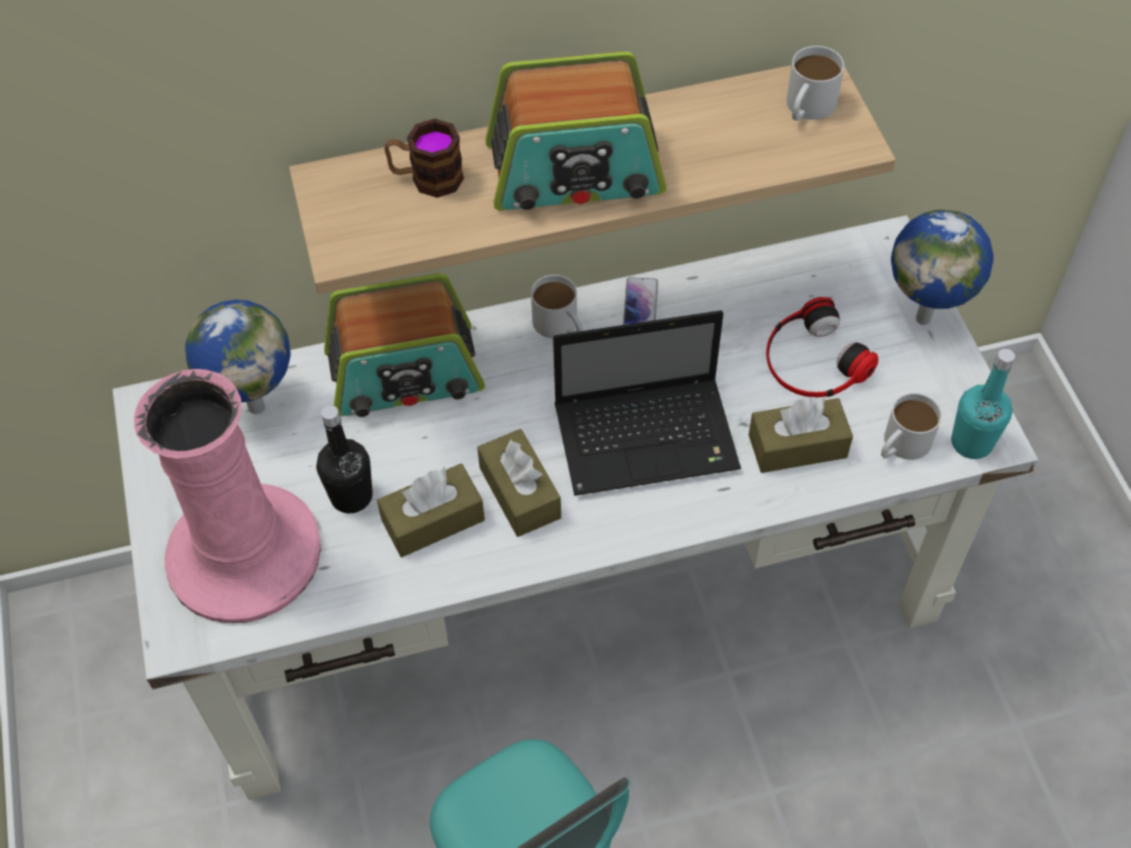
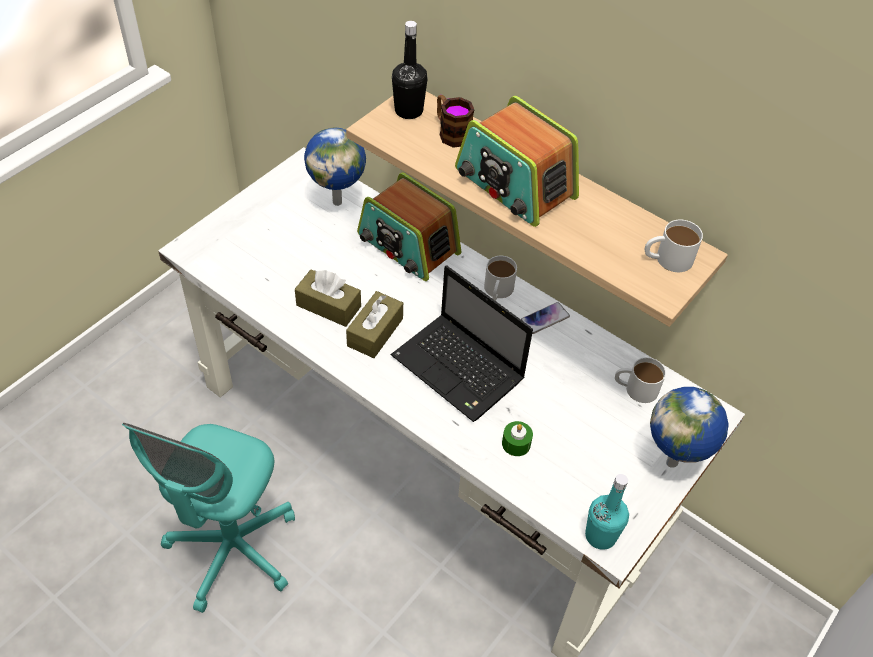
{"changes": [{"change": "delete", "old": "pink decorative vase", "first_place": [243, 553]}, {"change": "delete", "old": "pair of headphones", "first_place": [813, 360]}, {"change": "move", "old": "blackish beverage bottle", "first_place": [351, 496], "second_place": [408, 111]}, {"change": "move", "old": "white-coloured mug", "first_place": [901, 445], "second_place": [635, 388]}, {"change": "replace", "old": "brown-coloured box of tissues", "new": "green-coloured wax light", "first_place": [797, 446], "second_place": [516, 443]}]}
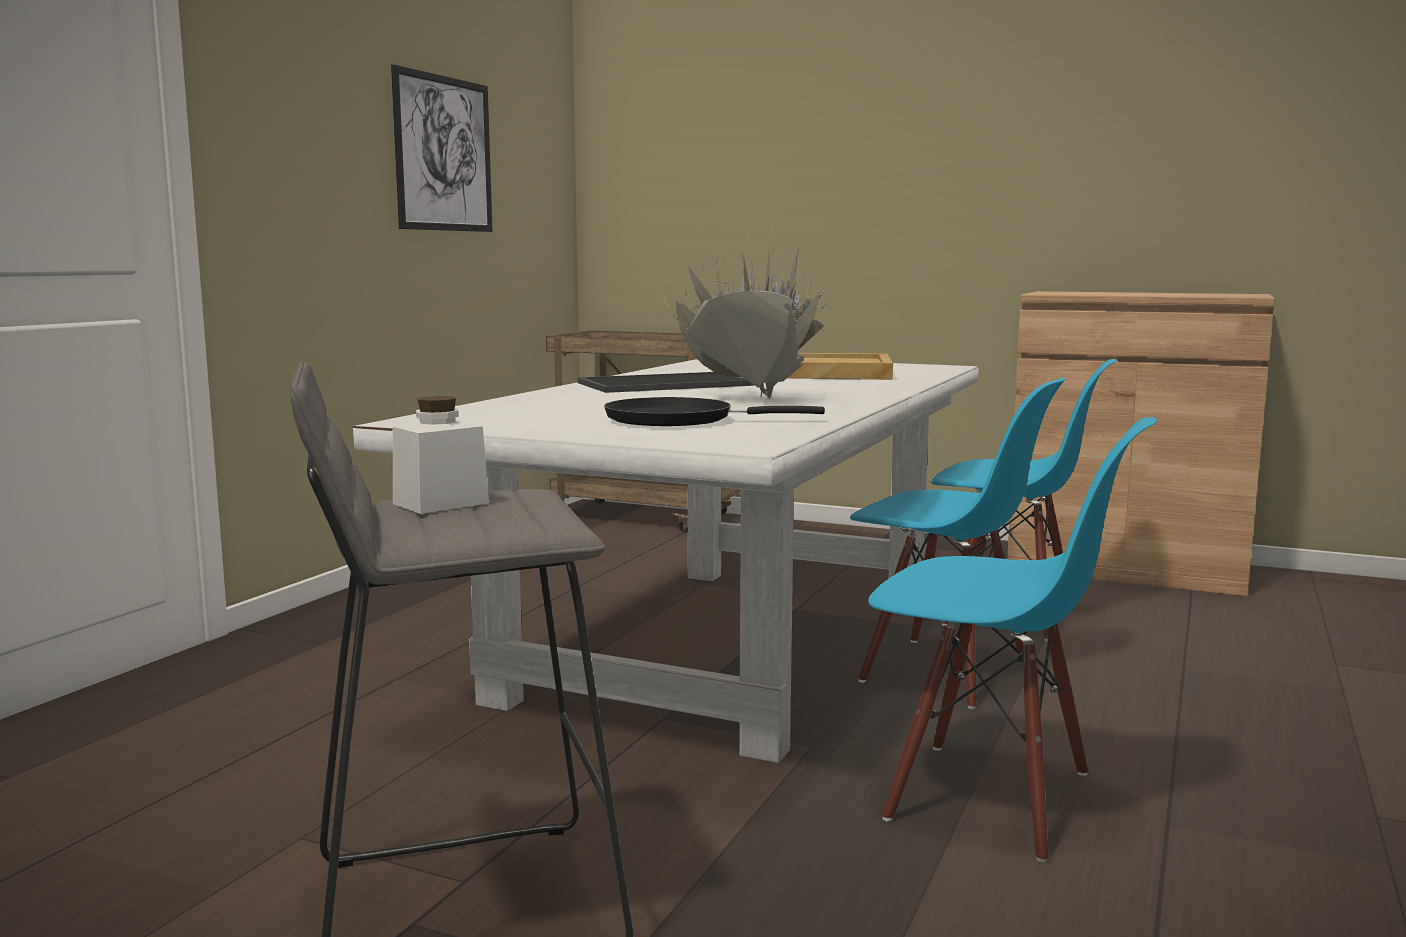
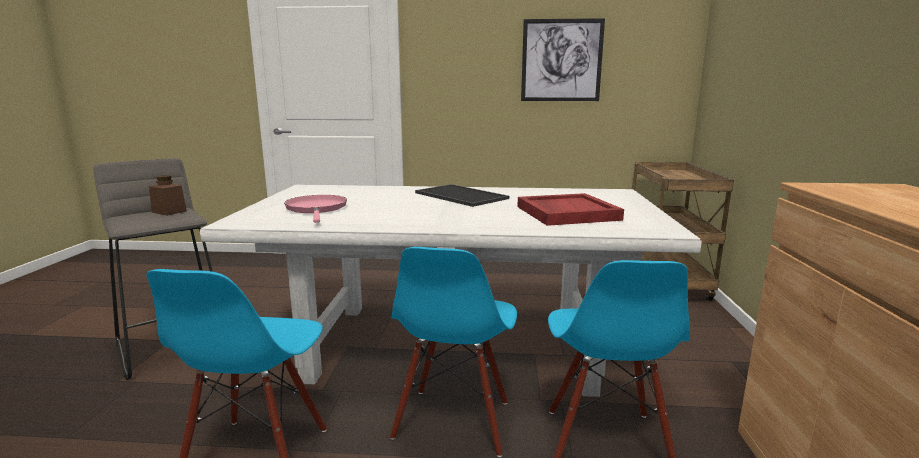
{"changes": [{"change": "delete", "old": "plant in a pot", "first_place": [749, 400]}, {"change": "recolor", "old": "white-coloured storage jar", "new": "brown-coloured storage jar", "first_place": [441, 503], "second_place": [169, 212]}, {"change": "recolor", "old": "blackish frying pan", "new": "pink frying pan", "first_place": [679, 420], "second_place": [316, 209]}, {"change": "recolor", "old": "beige-coloured carrying tray", "new": "red-coloured carrying tray", "first_place": [832, 373], "second_place": [566, 213]}]}
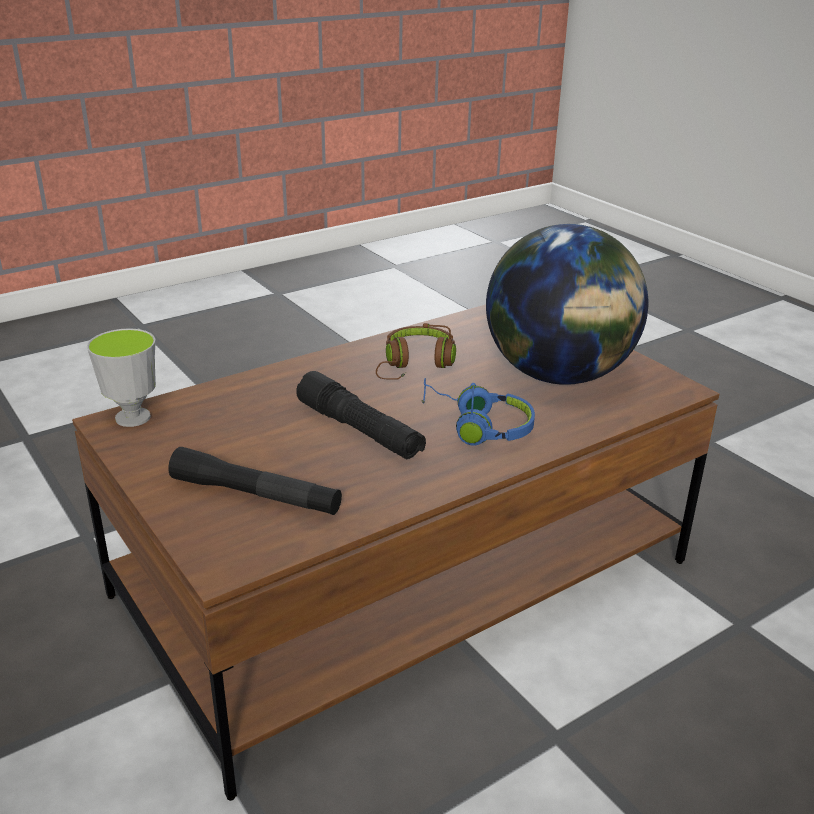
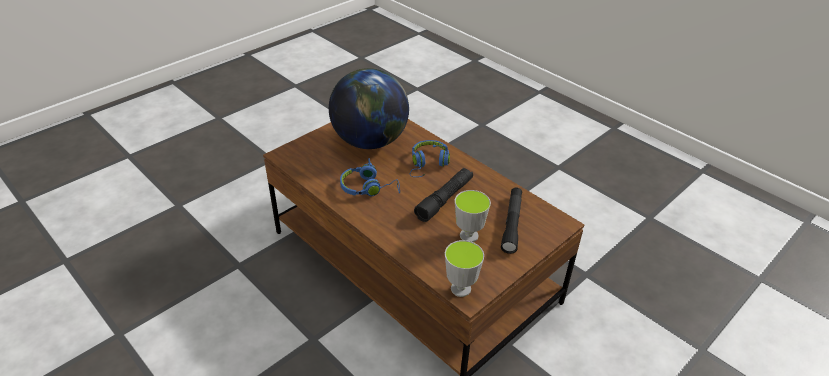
{"changes": [{"change": "insert", "new": "drinking cup", "second_place": [469, 235]}, {"change": "recolor", "old": "brown-coloured pair of headphones", "new": "blue-coloured pair of headphones", "first_place": [415, 365], "second_place": [369, 188]}]}
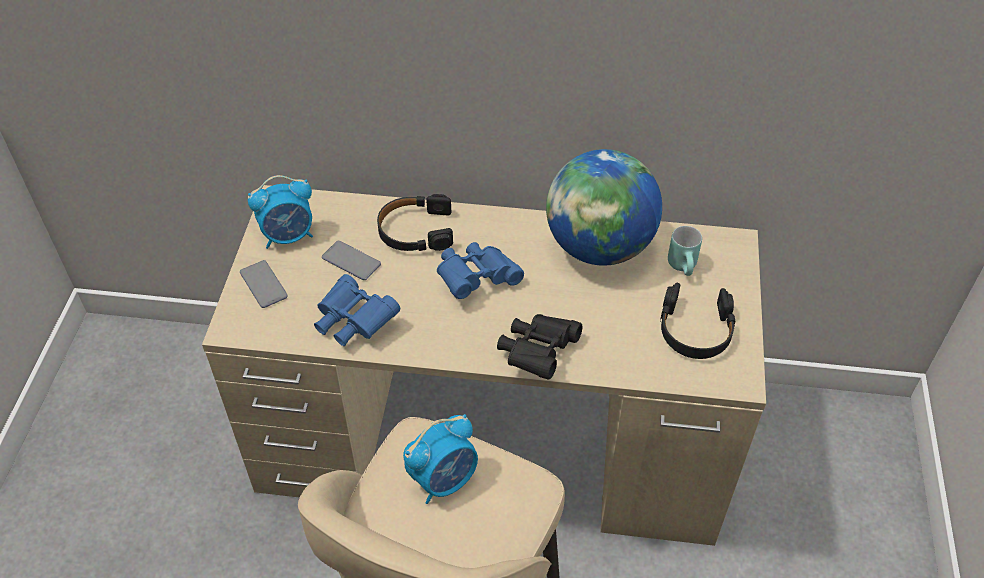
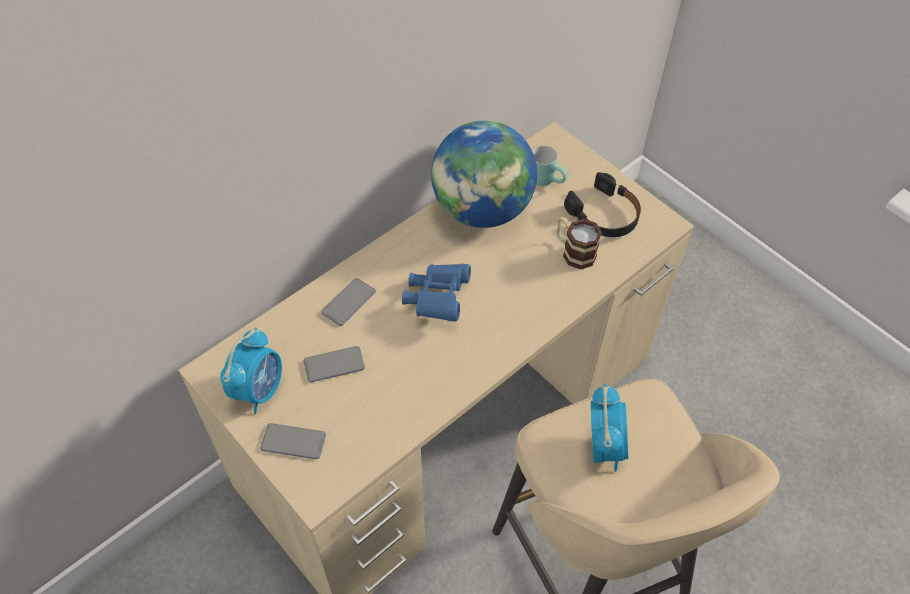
{"changes": [{"change": "delete", "old": "blue-coloured field glasses", "first_place": [353, 322]}, {"change": "delete", "old": "blackish field glasses", "first_place": [537, 352]}, {"change": "insert", "new": "mug", "second_place": [574, 251]}, {"change": "replace", "old": "blackish pair of headphones", "new": "phone", "first_place": [415, 231], "second_place": [349, 302]}]}
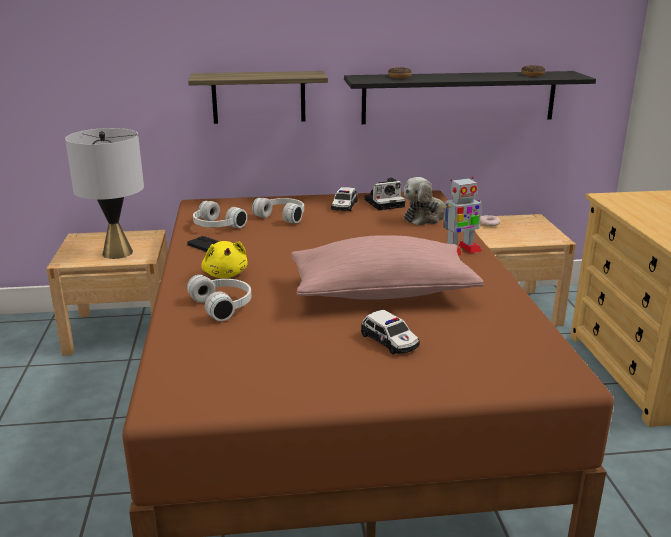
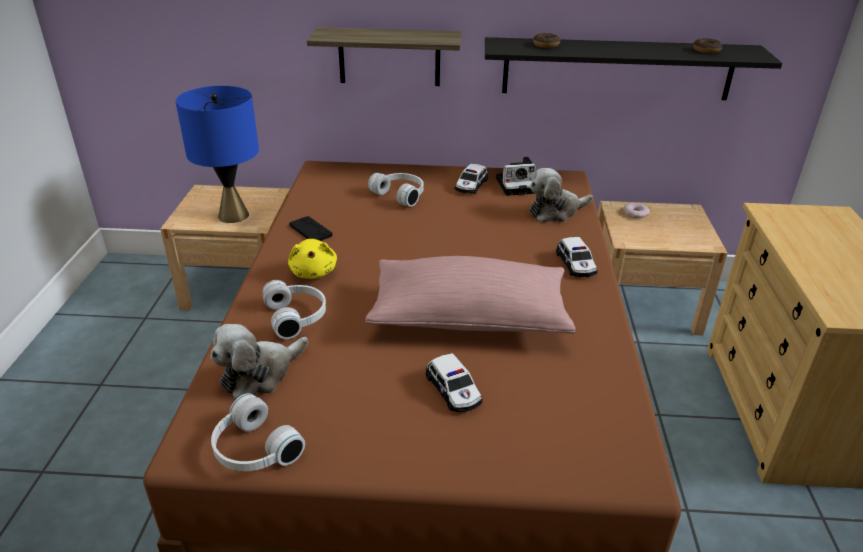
{"changes": [{"change": "insert", "new": "plush toy", "second_place": [260, 374]}, {"change": "move", "old": "white-coloured pair of headphones", "first_place": [215, 226], "second_place": [252, 450]}, {"change": "replace", "old": "toy robot", "new": "miniature car", "first_place": [459, 250], "second_place": [576, 264]}, {"change": "recolor", "old": "grey tabletop lamp", "new": "blue-coloured tabletop lamp", "first_place": [118, 253], "second_place": [234, 215]}]}
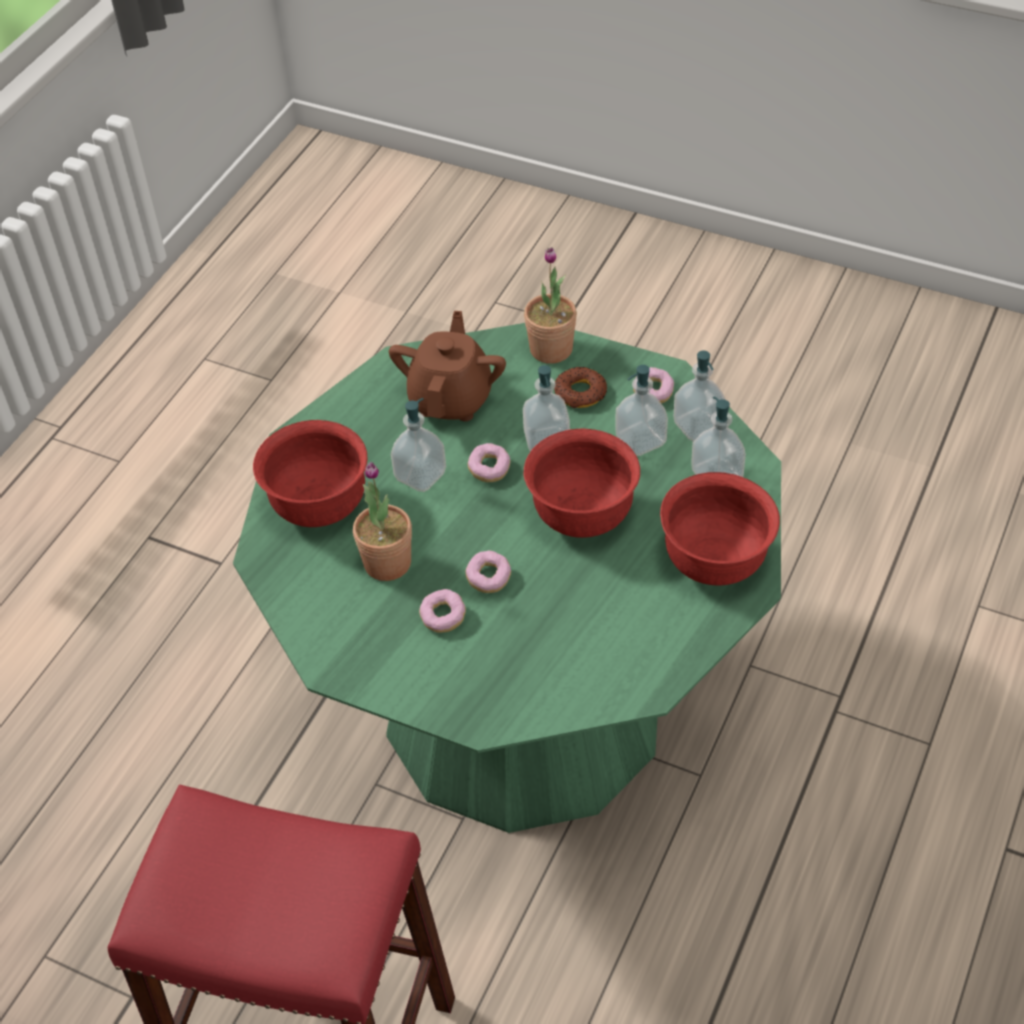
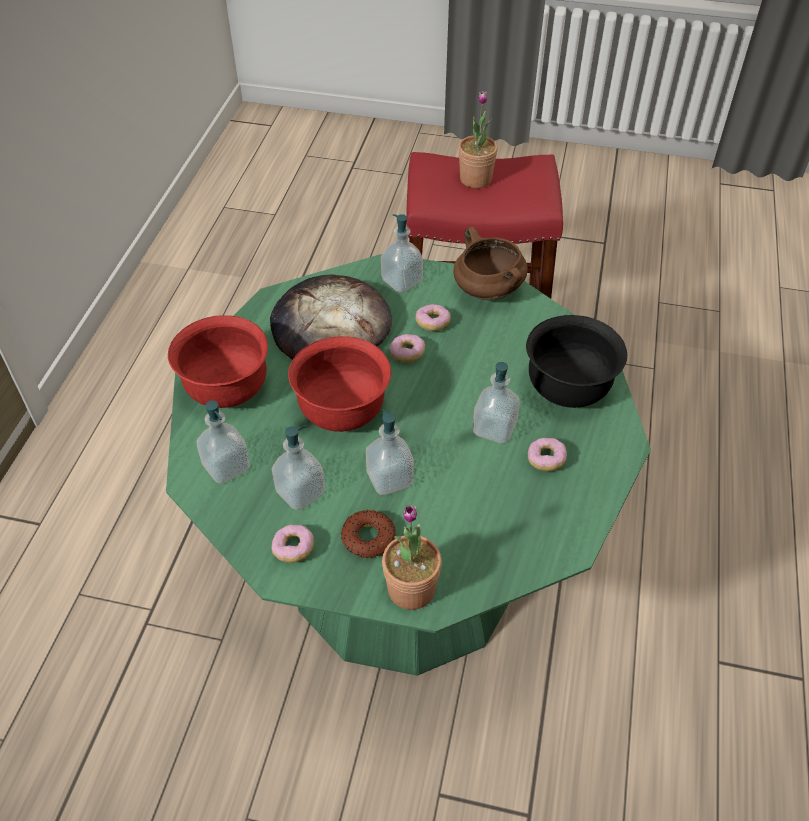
{"changes": [{"change": "delete", "old": "brown-coloured teapot", "first_place": [451, 399]}, {"change": "insert", "new": "baked bread", "second_place": [330, 325]}, {"change": "insert", "new": "brown-coloured stockpot", "second_place": [486, 290]}, {"change": "move", "old": "plant in a pot", "first_place": [387, 563], "second_place": [475, 179]}, {"change": "move", "old": "doughnut", "first_place": [489, 469], "second_place": [546, 460]}, {"change": "move", "old": "soap dispenser", "first_place": [698, 426], "second_place": [402, 281]}, {"change": "recolor", "old": "red-coloured deep dish", "new": "blackish deep dish", "first_place": [319, 506], "second_place": [568, 390]}]}
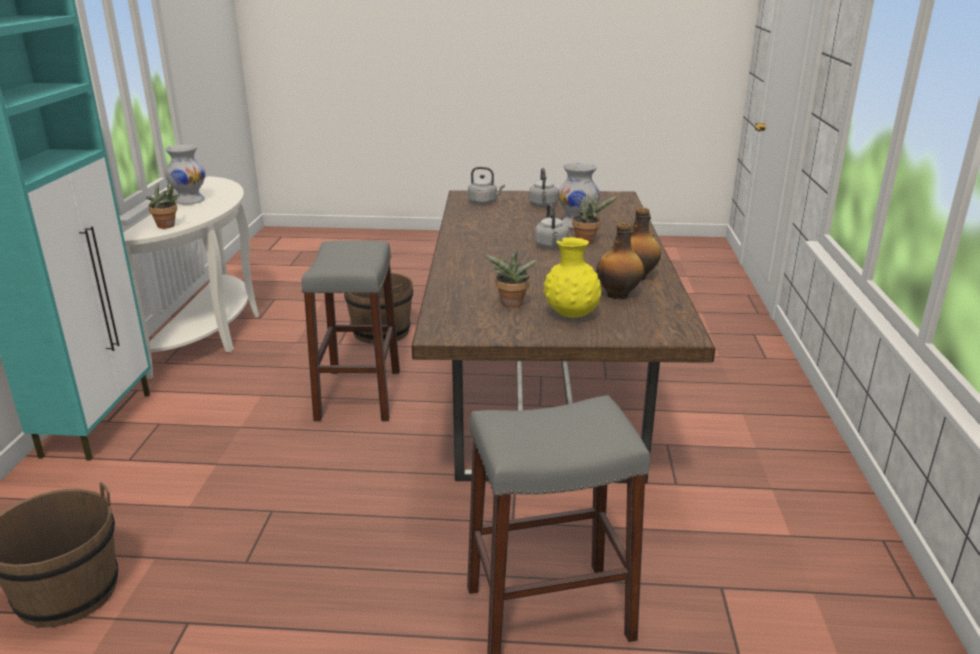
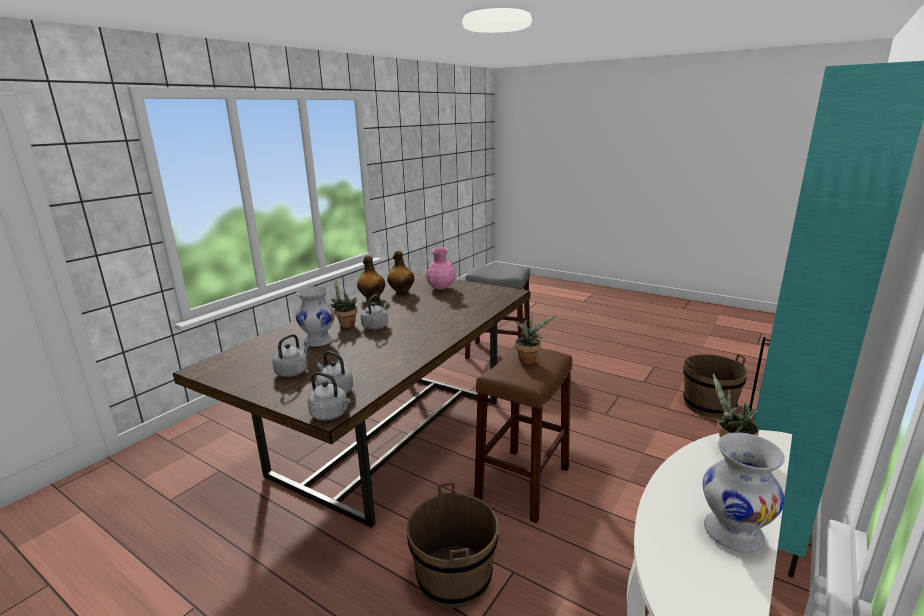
{"changes": [{"change": "insert", "new": "grey tea kettle", "second_place": [331, 414]}, {"change": "move", "old": "plant in a pot", "first_place": [511, 305], "second_place": [529, 360]}, {"change": "recolor", "old": "grey sitting stool", "new": "brown-coloured sitting stool", "first_place": [359, 394], "second_place": [523, 483]}, {"change": "recolor", "old": "yellow decorative vase", "new": "pink decorative vase", "first_place": [571, 315], "second_place": [441, 288]}]}
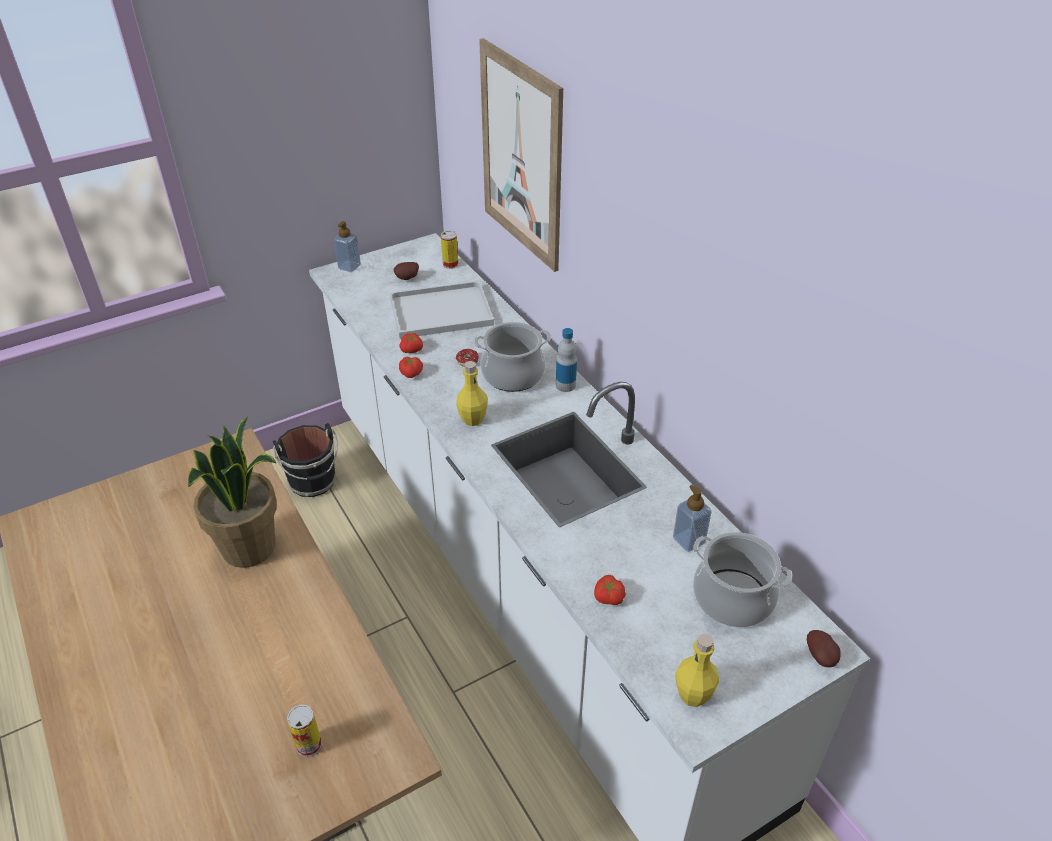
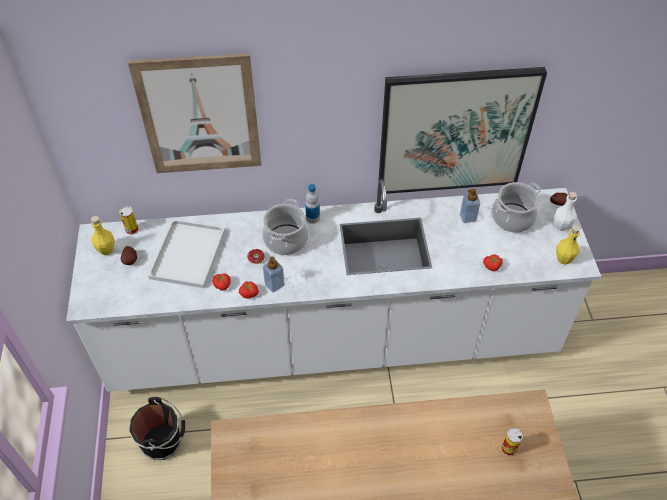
{"changes": [{"change": "delete", "old": "plant in a pot", "first_place": [250, 548]}, {"change": "insert", "new": "wall picture", "second_place": [455, 131]}, {"change": "insert", "new": "white-coloured beverage bottle", "second_place": [561, 226]}, {"change": "move", "old": "soap dispenser", "first_place": [349, 267], "second_place": [274, 285]}, {"change": "move", "old": "yellow beverage bottle", "first_place": [472, 419], "second_place": [106, 250]}]}
